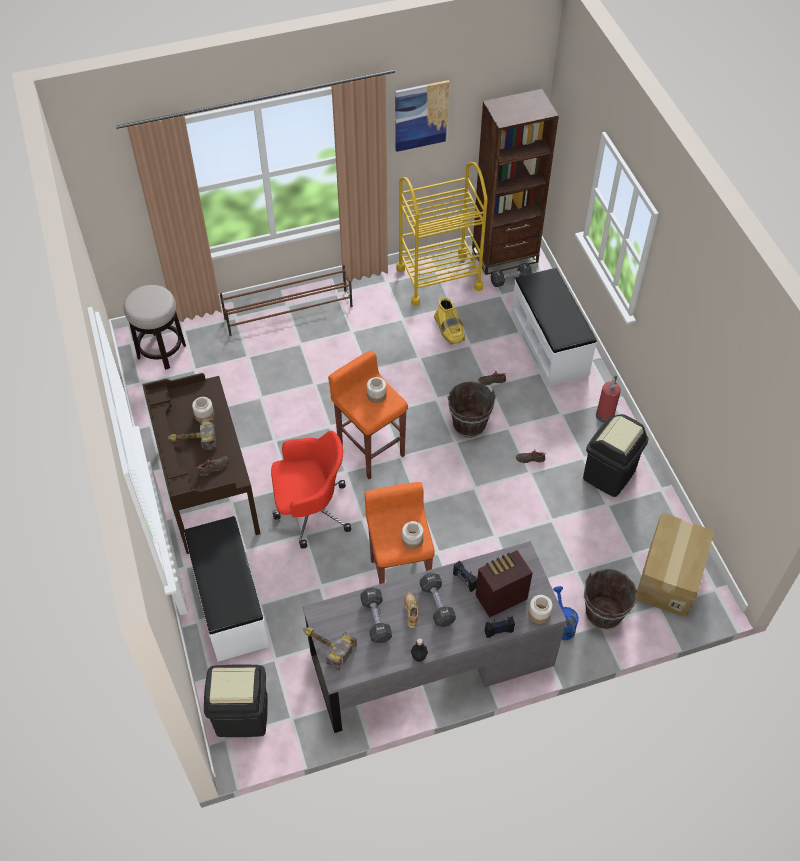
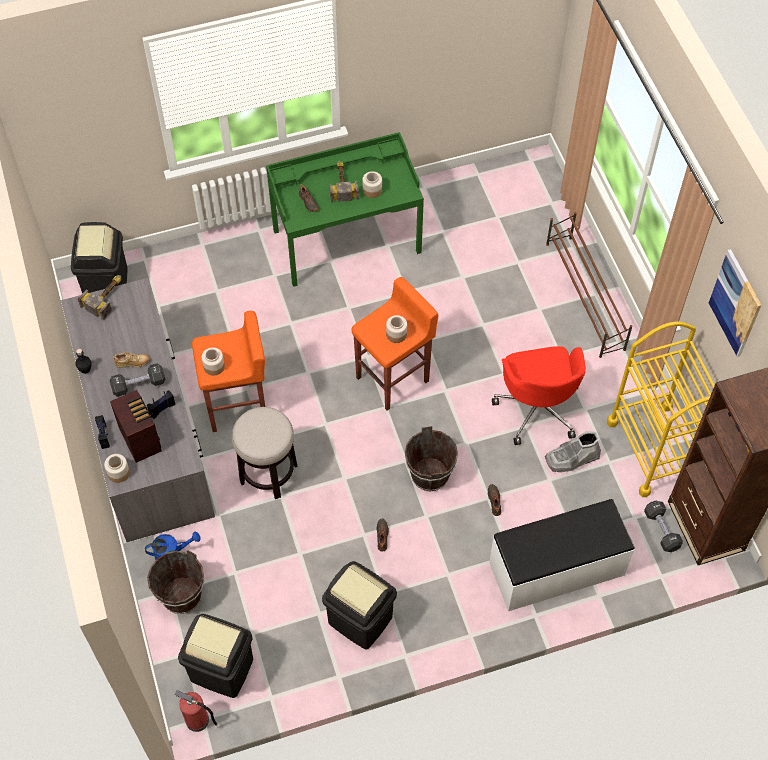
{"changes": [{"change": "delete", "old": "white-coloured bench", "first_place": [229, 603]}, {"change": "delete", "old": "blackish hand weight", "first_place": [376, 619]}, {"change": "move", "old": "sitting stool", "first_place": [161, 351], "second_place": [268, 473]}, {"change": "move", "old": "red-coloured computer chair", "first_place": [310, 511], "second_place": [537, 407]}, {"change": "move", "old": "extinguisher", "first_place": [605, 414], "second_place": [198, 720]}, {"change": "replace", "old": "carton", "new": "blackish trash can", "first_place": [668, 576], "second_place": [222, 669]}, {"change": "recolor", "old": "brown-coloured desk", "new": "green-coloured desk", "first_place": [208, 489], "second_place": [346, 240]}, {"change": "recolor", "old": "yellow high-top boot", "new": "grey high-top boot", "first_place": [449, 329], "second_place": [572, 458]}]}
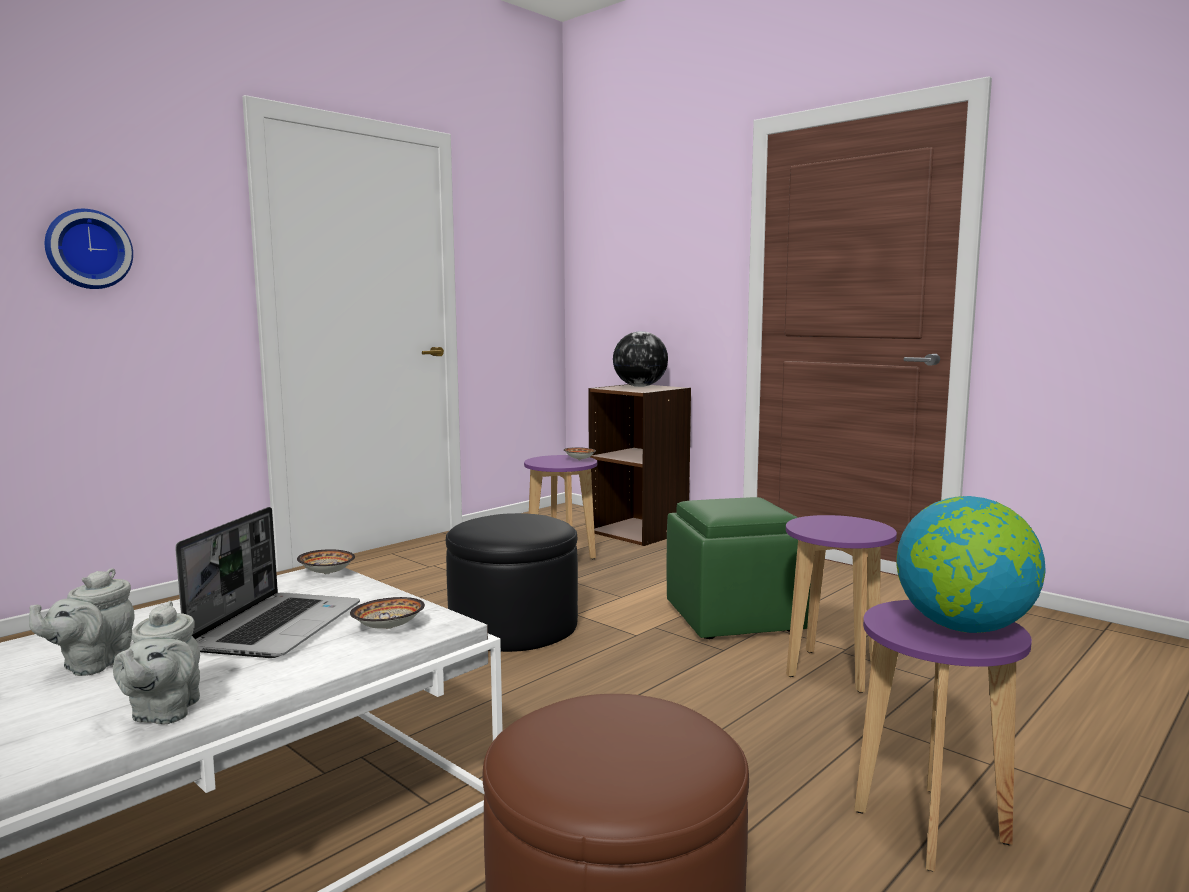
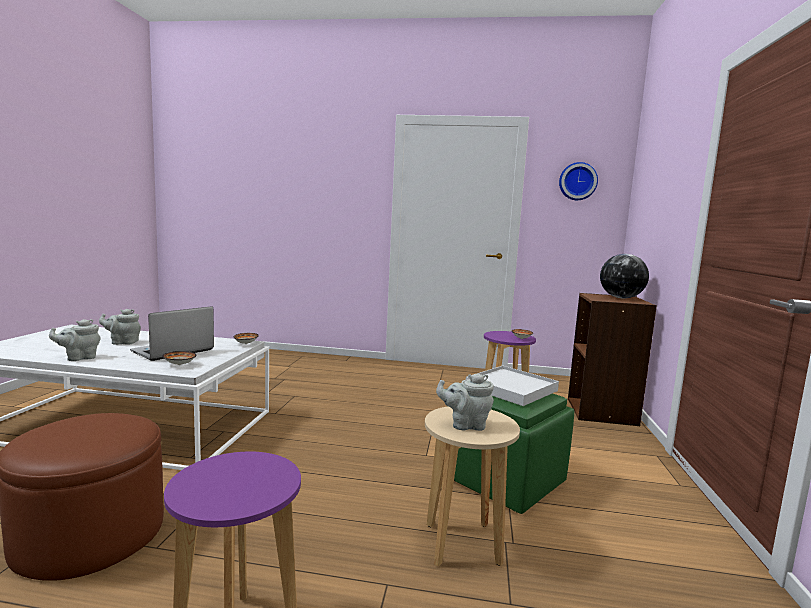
{"changes": [{"change": "delete", "old": "blackish ottoman", "first_place": [513, 626]}, {"change": "delete", "old": "globe", "first_place": [963, 628]}, {"change": "insert", "new": "grey teapot", "second_place": [465, 425]}, {"change": "insert", "new": "white-coloured carrying tray", "second_place": [511, 389]}, {"change": "move", "old": "clock on the wall", "first_place": [87, 249], "second_place": [577, 181]}, {"change": "recolor", "old": "purplish sitting stool", "new": "beige-coloured sitting stool", "first_place": [833, 670], "second_place": [463, 544]}, {"change": "rotate", "old": "notebook computer", "first_place": [277, 627], "second_place": [172, 351], "degrees": 150}]}
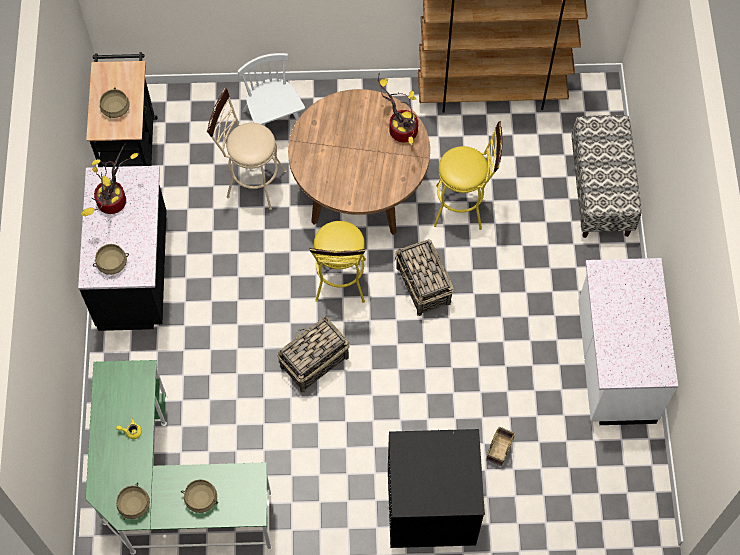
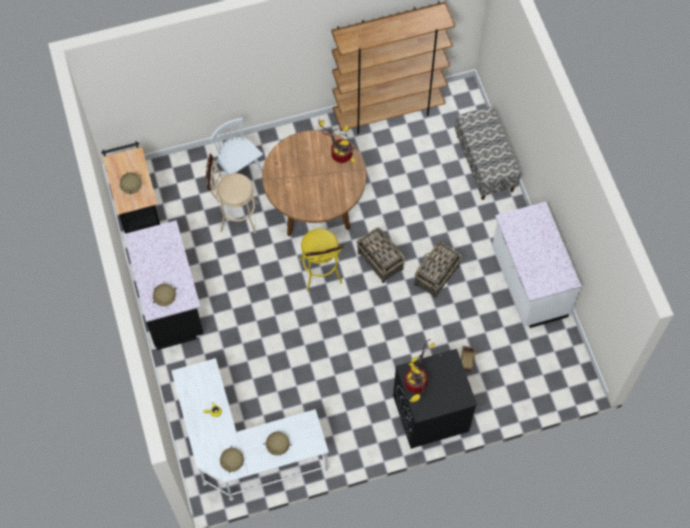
{"changes": [{"change": "delete", "old": "yellow sitting stool", "first_place": [464, 207]}, {"change": "move", "old": "plant in a pot", "first_place": [112, 204], "second_place": [417, 384]}, {"change": "move", "old": "basket", "first_place": [313, 362], "second_place": [436, 276]}, {"change": "recolor", "old": "green-coloured desk", "new": "white-coloured desk", "first_place": [169, 489], "second_place": [243, 448]}]}
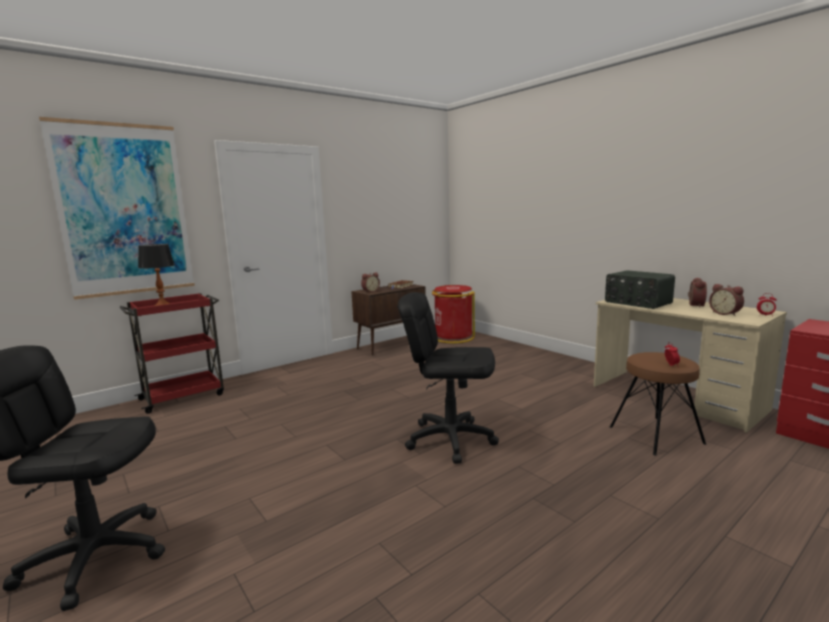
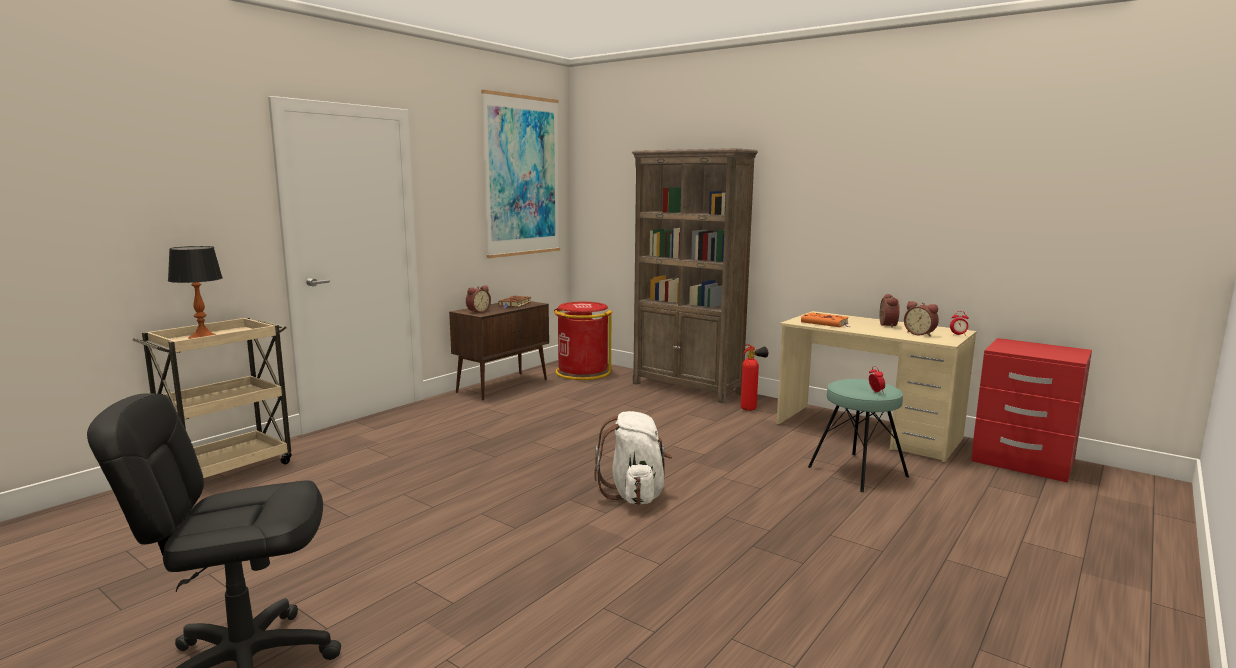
{"changes": [{"change": "insert", "new": "brown-coloured bookshelf", "second_place": [687, 388]}, {"change": "insert", "new": "extinguisher", "second_place": [751, 409]}, {"change": "move", "old": "wall picture", "first_place": [124, 210], "second_place": [522, 176]}, {"change": "replace", "old": "blackish computer chair", "new": "white-coloured rucksack", "first_place": [450, 439], "second_place": [635, 494]}, {"change": "replace", "old": "radio receiver", "new": "orange-coloured book", "first_place": [637, 303], "second_place": [826, 323]}, {"change": "recolor", "old": "red-coloured trolley", "new": "beige-coloured trolley", "first_place": [184, 396], "second_place": [229, 469]}, {"change": "recolor", "old": "brown-coloured sitting stool", "new": "turquoise-coloured sitting stool", "first_place": [655, 435], "second_place": [857, 472]}]}
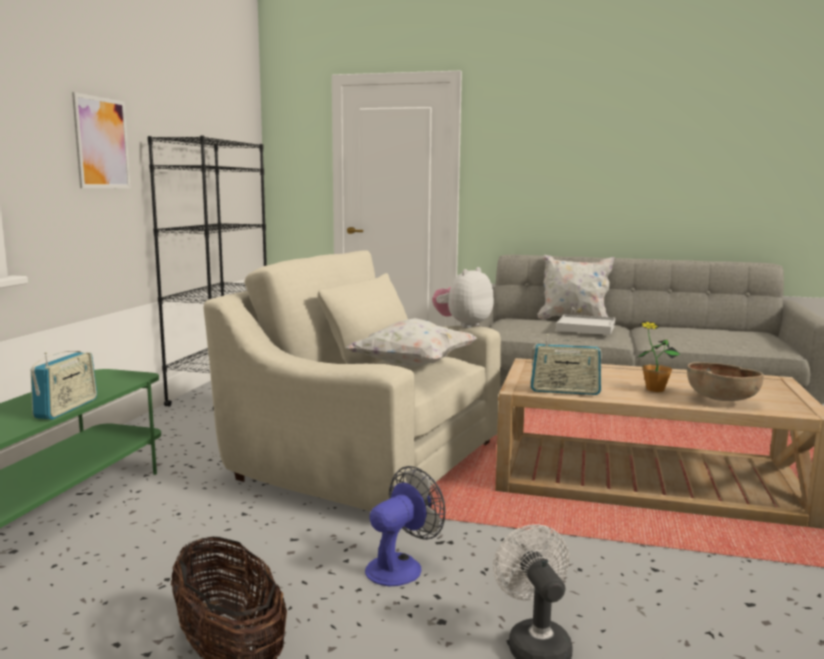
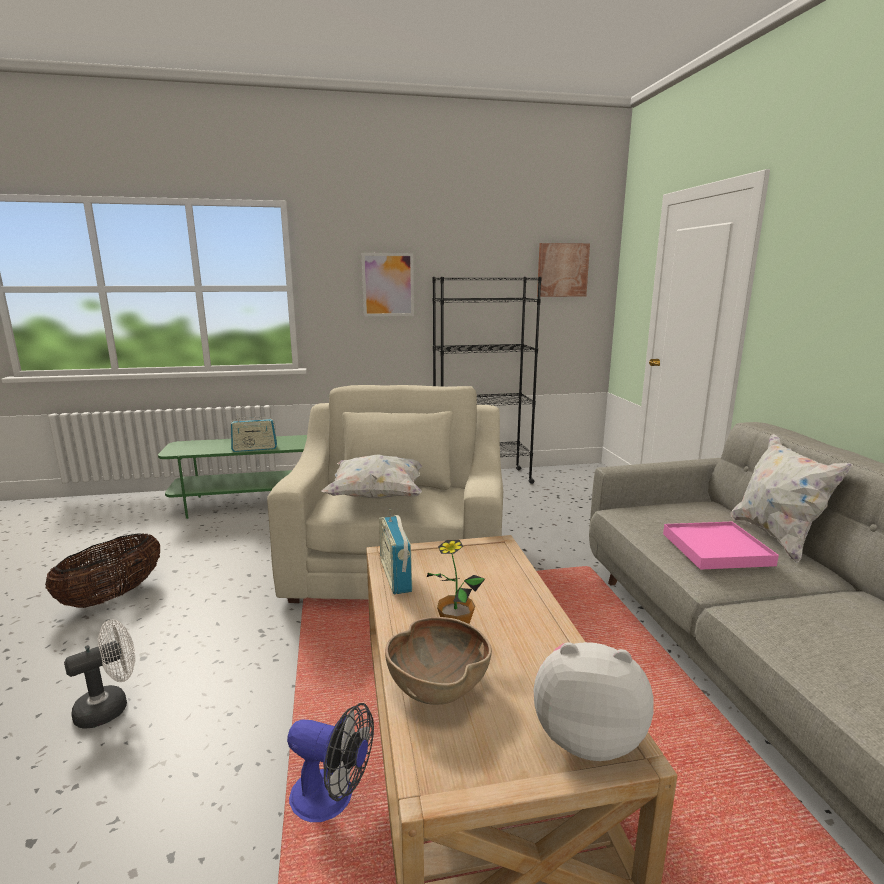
{"changes": [{"change": "insert", "new": "wall picture", "second_place": [562, 270]}, {"change": "move", "old": "electric fan", "first_place": [401, 566], "second_place": [332, 798]}, {"change": "move", "old": "plush toy", "first_place": [463, 325], "second_place": [586, 736]}, {"change": "recolor", "old": "white-coloured carrying tray", "new": "pink carrying tray", "first_place": [585, 328], "second_place": [716, 549]}]}
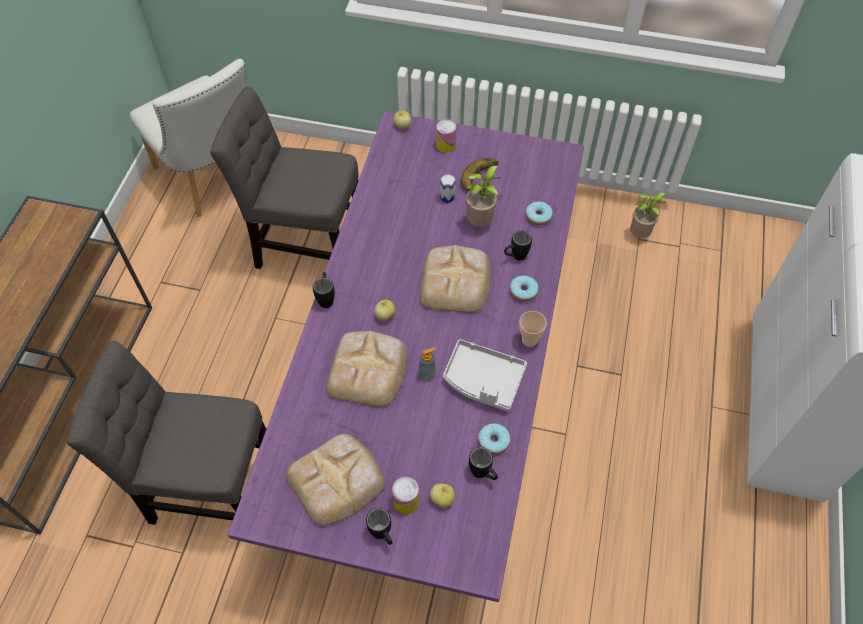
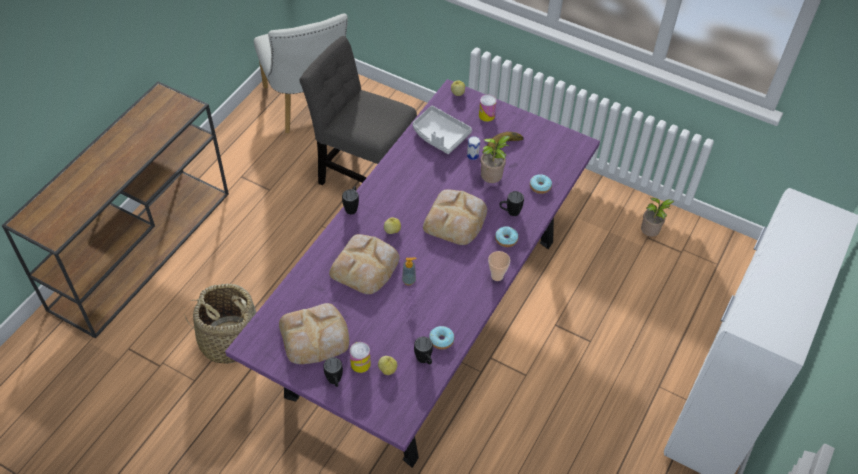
{"changes": [{"change": "move", "old": "grey carrying tray", "first_place": [483, 380], "second_place": [440, 135]}, {"change": "replace", "old": "grey upright chair", "new": "basket", "first_place": [209, 489], "second_place": [229, 340]}]}
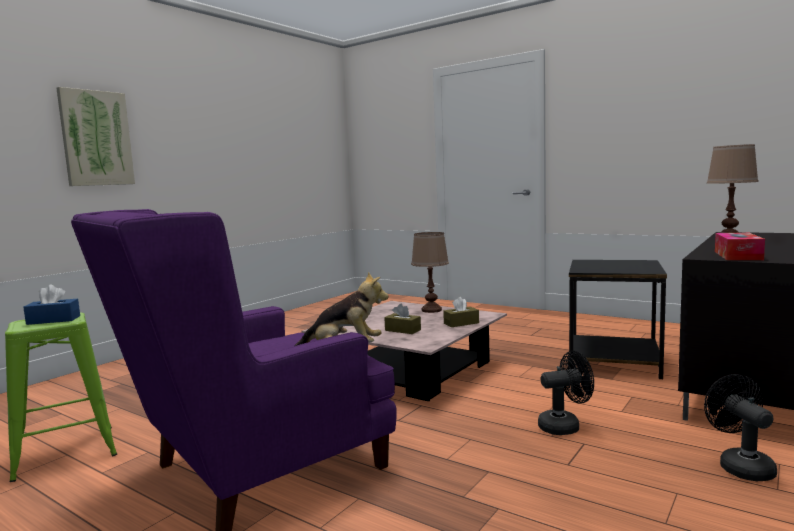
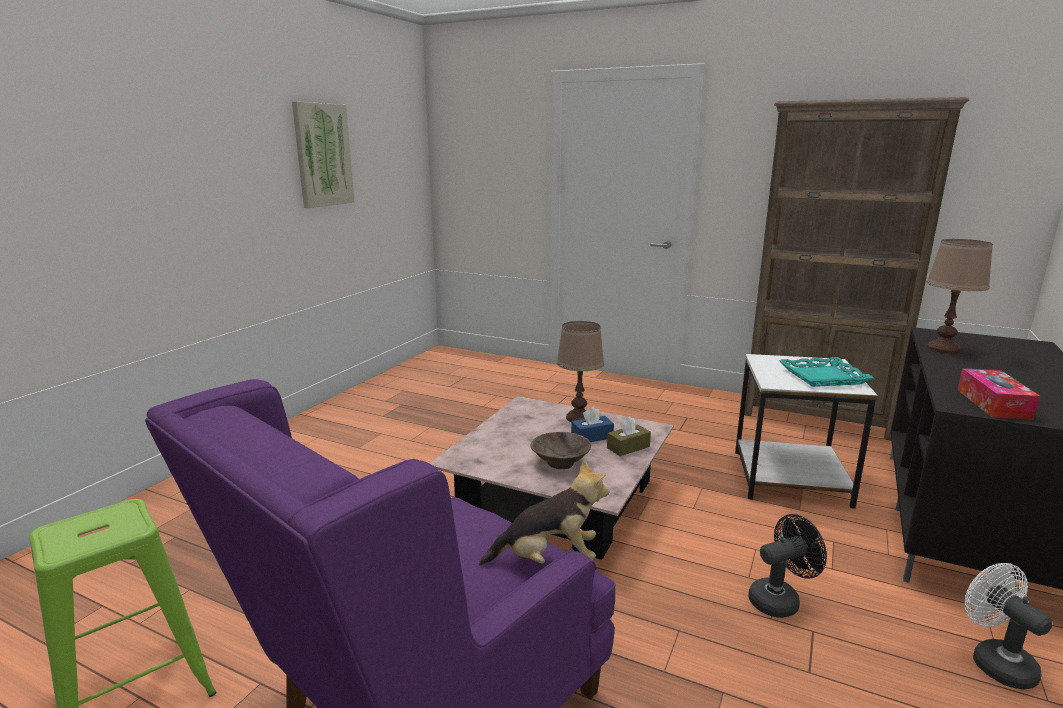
{"changes": [{"change": "insert", "new": "brown-coloured bookshelf", "second_place": [817, 417]}, {"change": "insert", "new": "turquoise-coloured carrying tray", "second_place": [823, 376]}, {"change": "move", "old": "blue-coloured box of tissues", "first_place": [53, 320], "second_place": [592, 437]}, {"change": "move", "old": "wall picture", "first_place": [96, 138], "second_place": [323, 155]}, {"change": "replace", "old": "brown-coloured box of tissues", "new": "brown-coloured deep dish", "first_place": [403, 330], "second_place": [561, 463]}, {"change": "recolor", "old": "blackish accent table", "new": "white-coloured accent table", "first_place": [615, 362], "second_place": [792, 478]}, {"change": "recolor", "old": "blackish electric fan", "new": "white-coloured electric fan", "first_place": [740, 465], "second_place": [995, 661]}]}
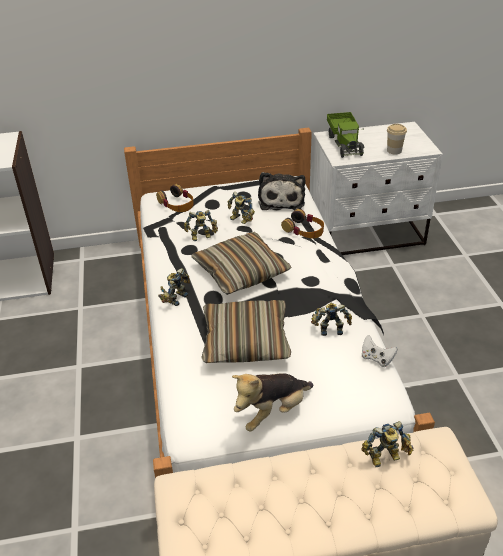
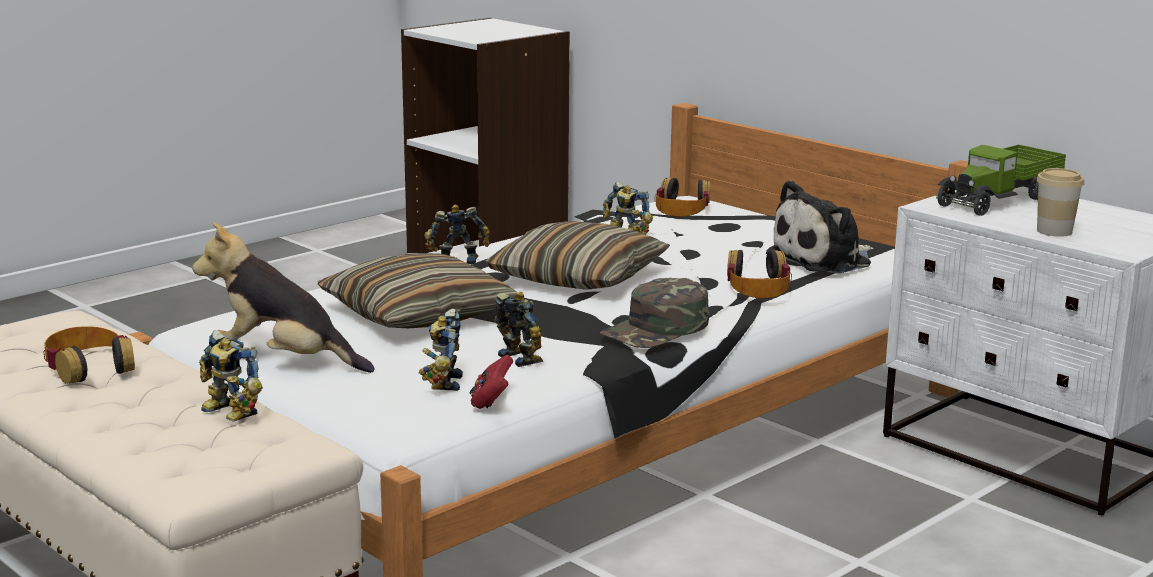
{"changes": [{"change": "insert", "new": "pair of headphones", "second_place": [88, 366]}, {"change": "insert", "new": "green-coloured peaked cap", "second_place": [657, 330]}, {"change": "move", "old": "toy robot", "first_place": [240, 220], "second_place": [442, 382]}, {"change": "recolor", "old": "white-coloured joypad", "new": "red-coloured joypad", "first_place": [377, 359], "second_place": [491, 401]}]}
